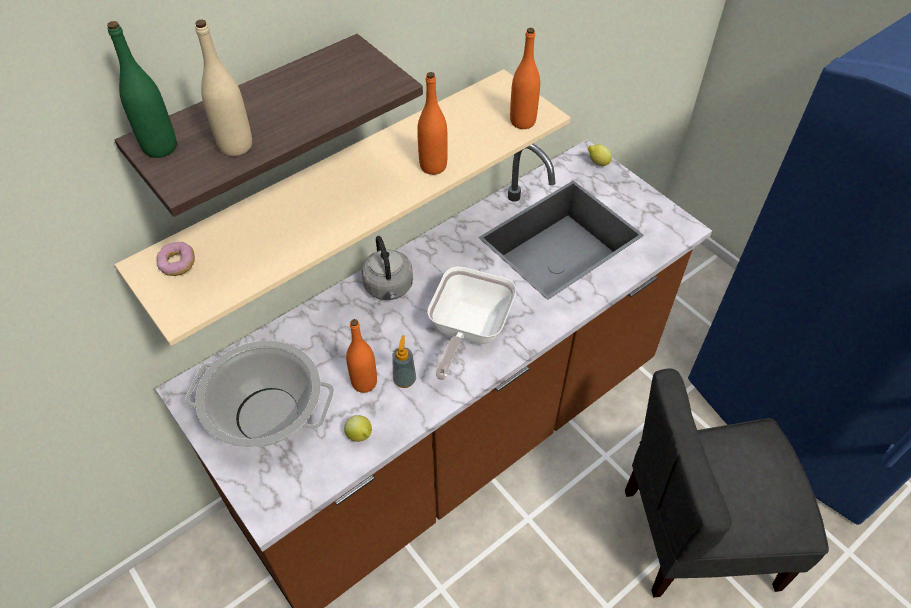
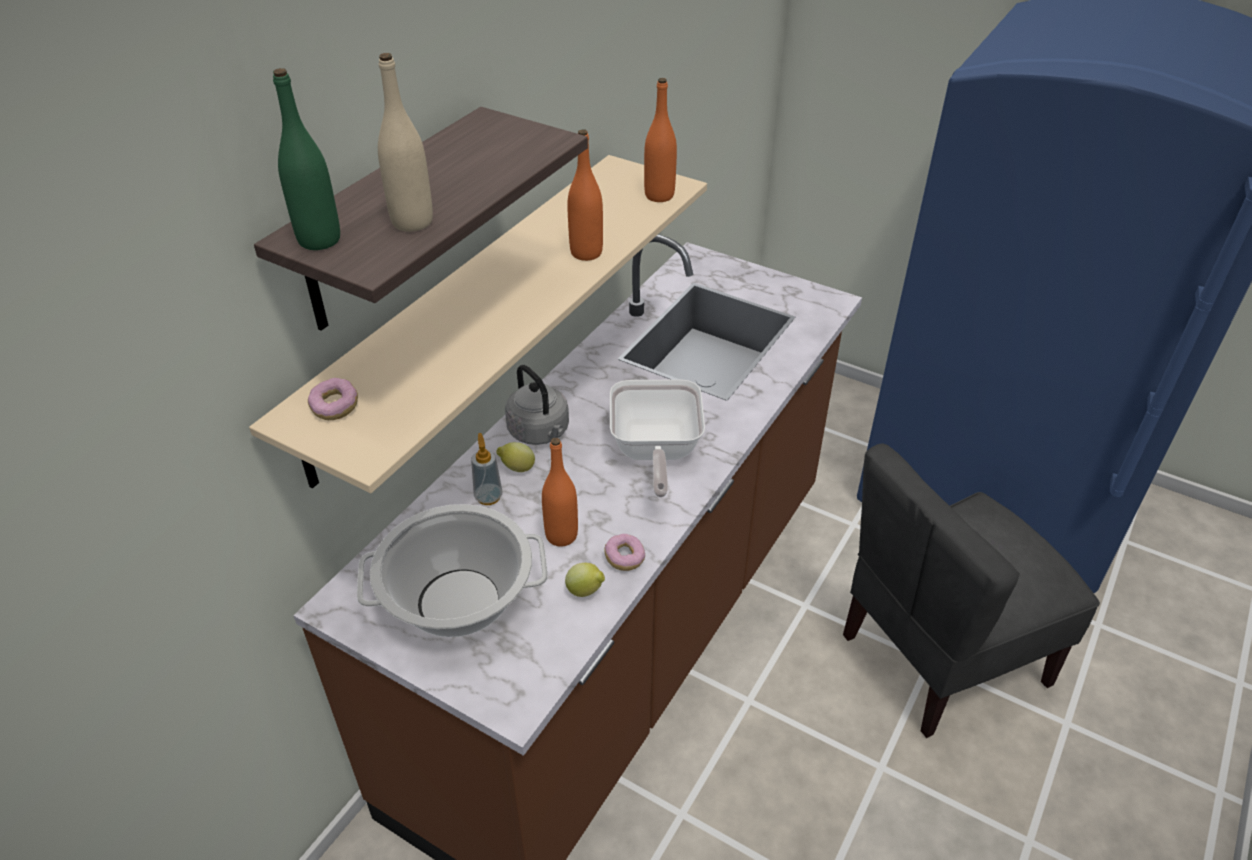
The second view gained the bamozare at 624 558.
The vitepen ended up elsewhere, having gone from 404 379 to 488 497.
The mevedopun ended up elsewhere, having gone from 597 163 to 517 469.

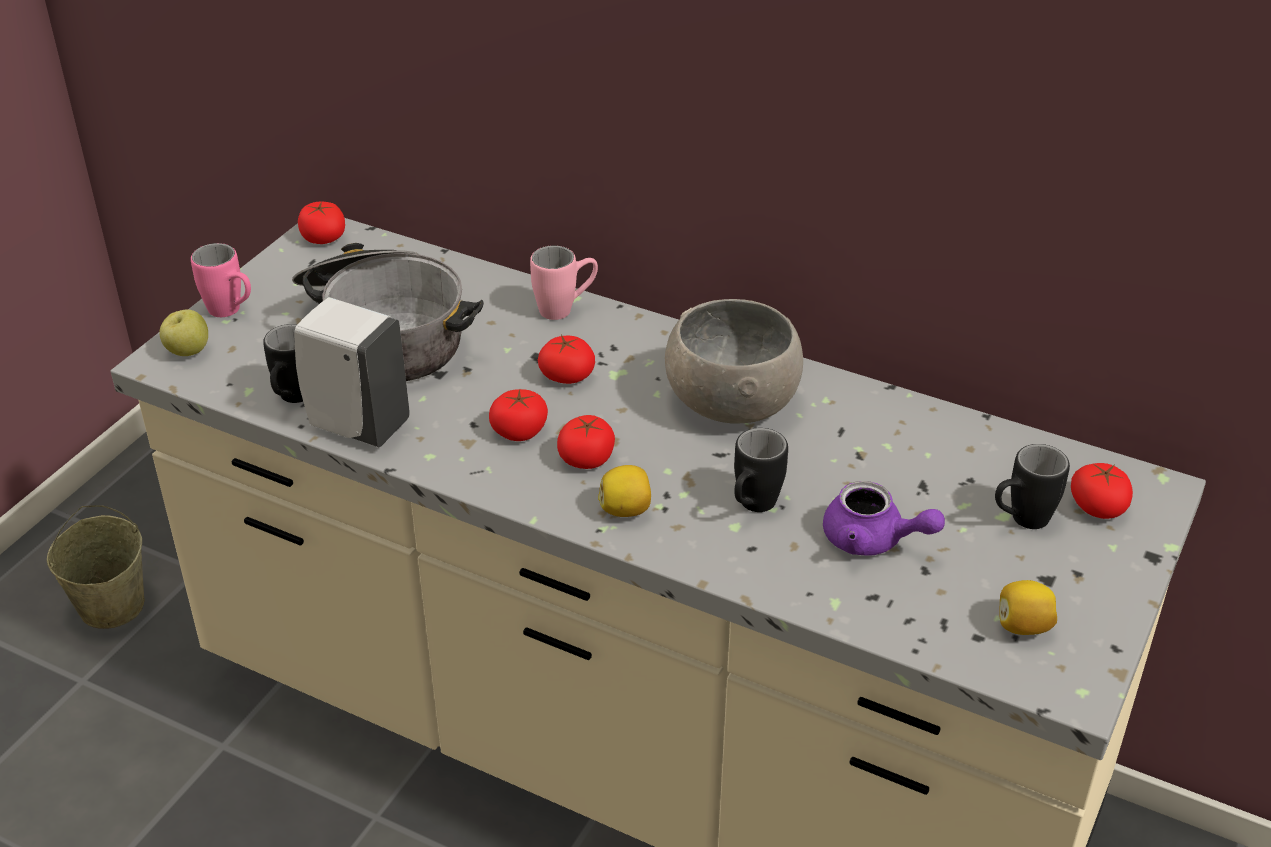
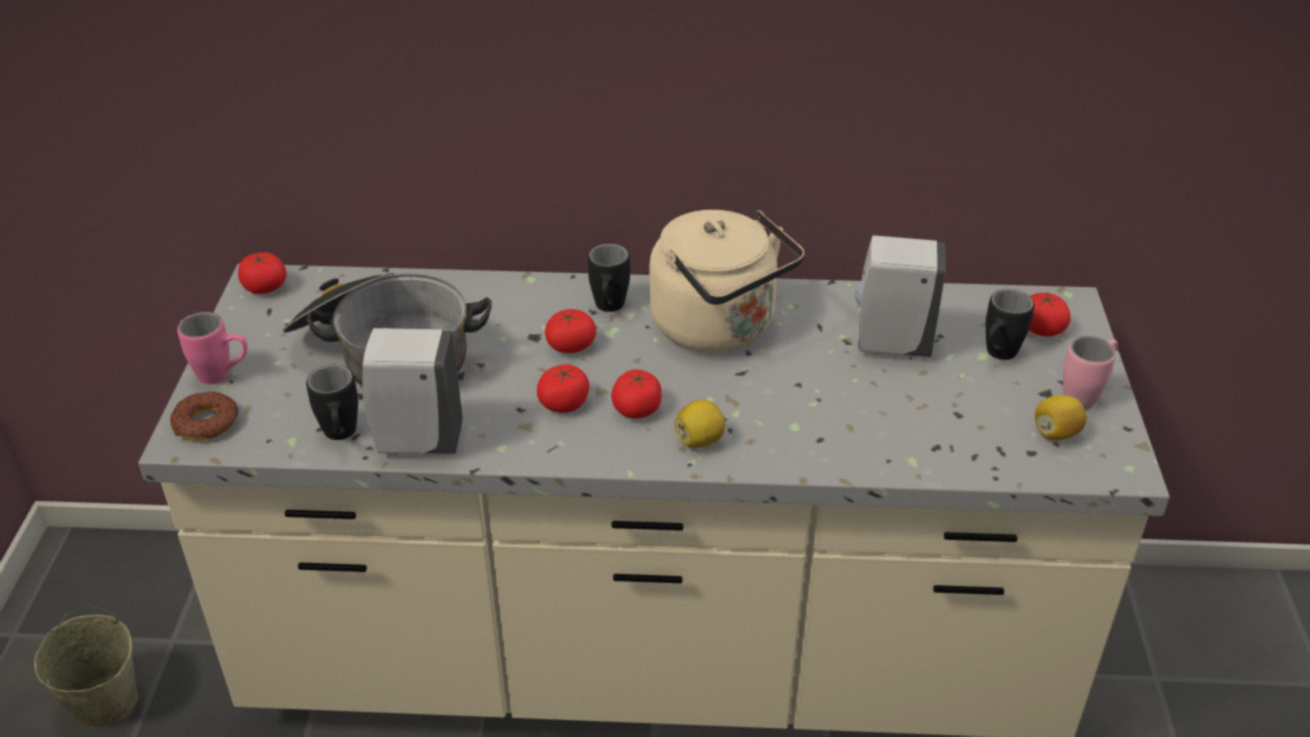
The second view lost the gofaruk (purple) at 873 540.
The second view gained the vitepen (white) at 889 344.
The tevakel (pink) ended up elsewhere, having gone from 565 309 to 1085 394.
The tevakel (black) ended up elsewhere, having gone from 752 508 to 608 309.
Where the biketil stood at 188 352, the bamozare came to stand at 206 423.
Where the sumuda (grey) stood at 731 401, the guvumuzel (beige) came to stand at 719 328.

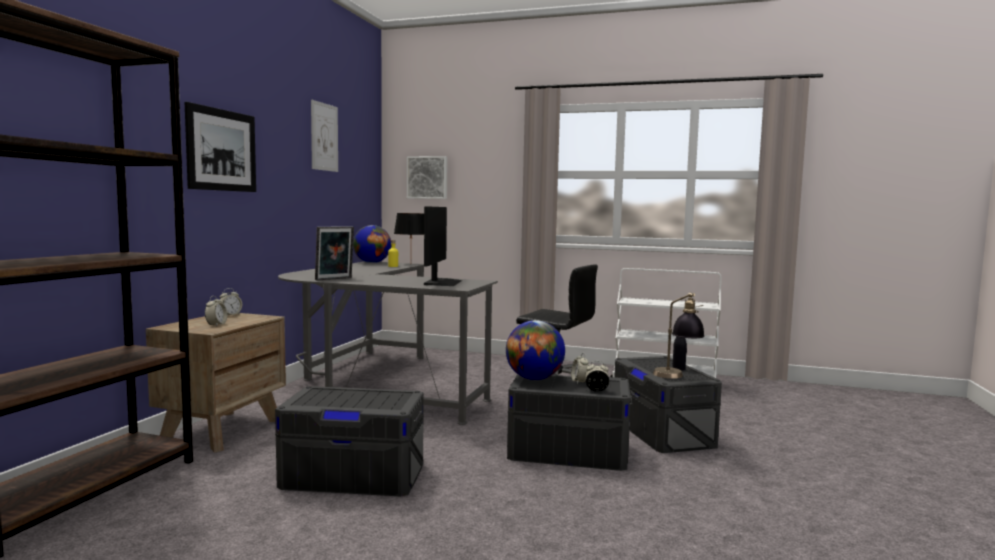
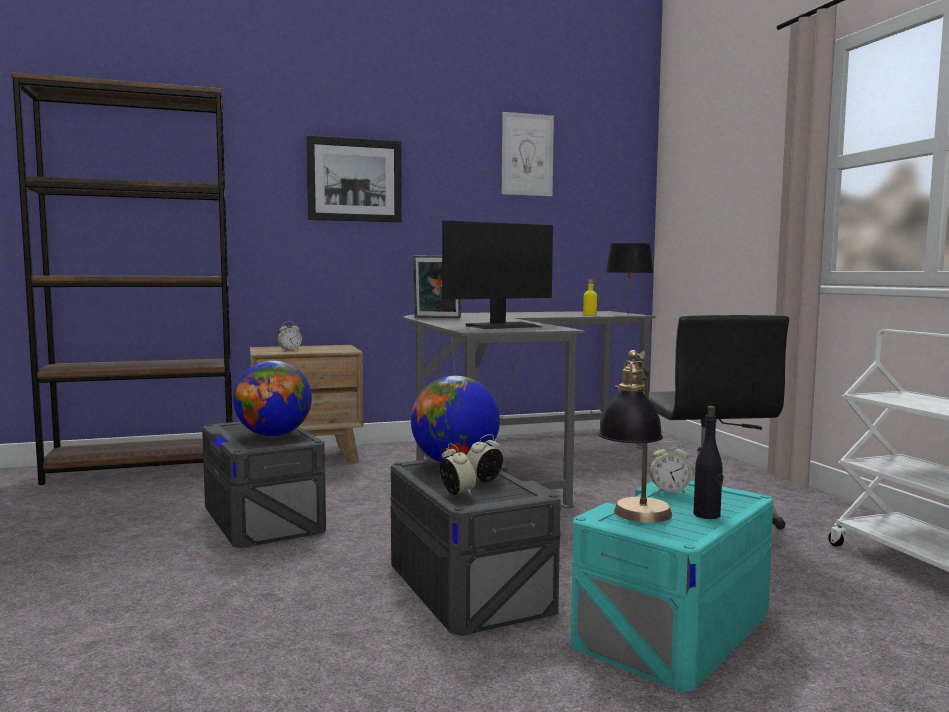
The second view lost the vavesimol at 427 177.
The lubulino ended up elsewhere, having gone from 230 315 to 669 491.
The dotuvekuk ended up elsewhere, having gone from 372 263 to 273 435.
What was the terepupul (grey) at 662 431 turned into the terepupul (turquoise) at 673 628.

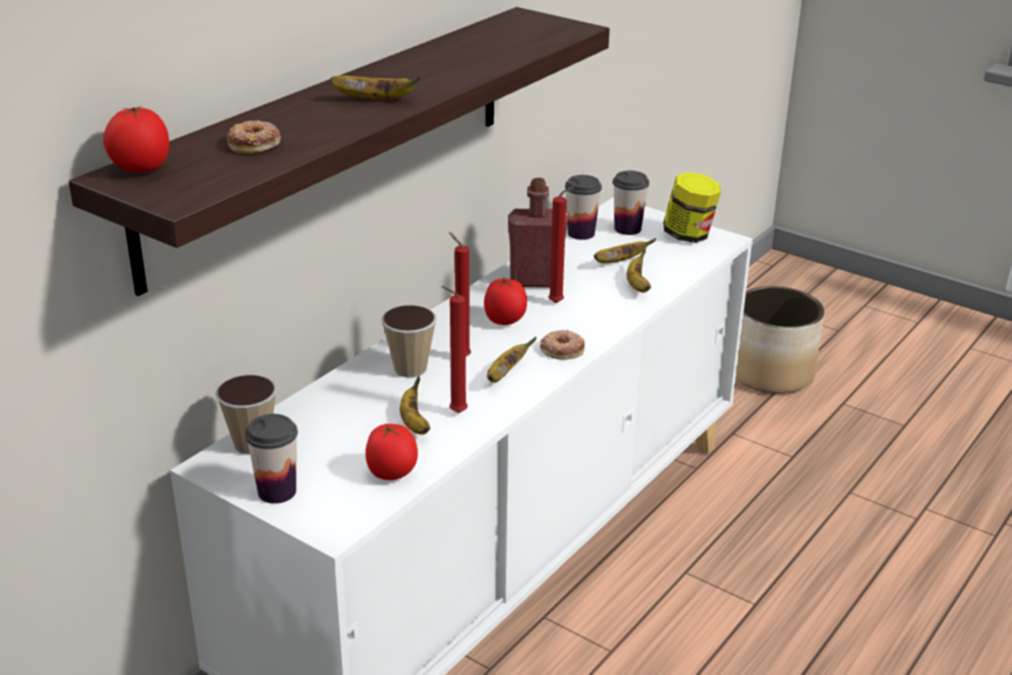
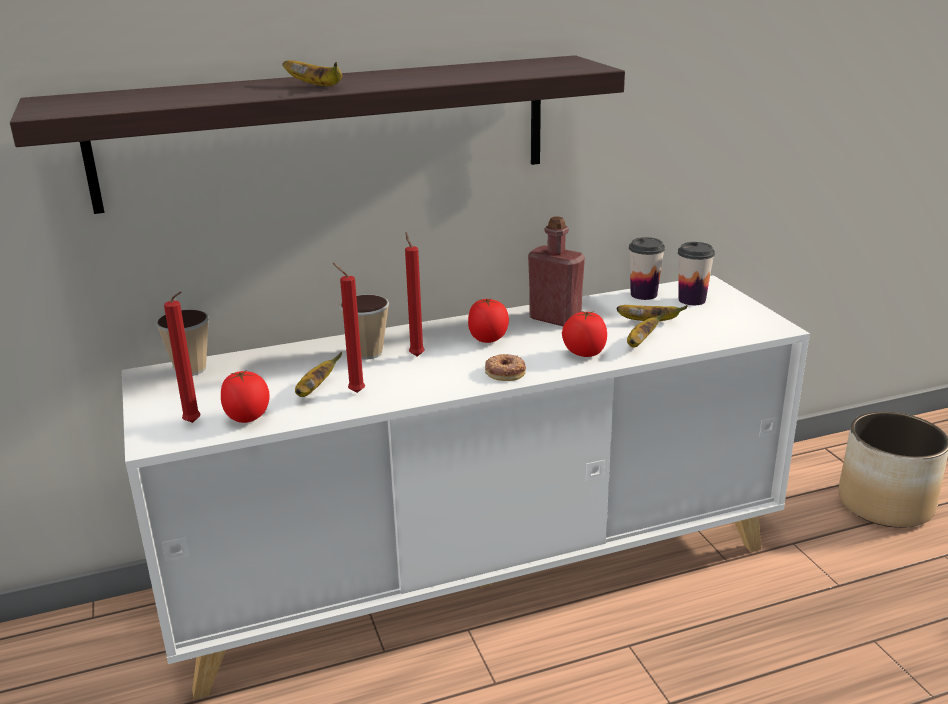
The second view lost the bamozare at 254 143.
The second view lost the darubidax at 277 491.
The second view lost the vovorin at 505 374.
The second view lost the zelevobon at 689 235.
The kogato ended up elsewhere, having gone from 140 169 to 583 354.
The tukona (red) ended up elsewhere, having gone from 558 303 to 194 423.

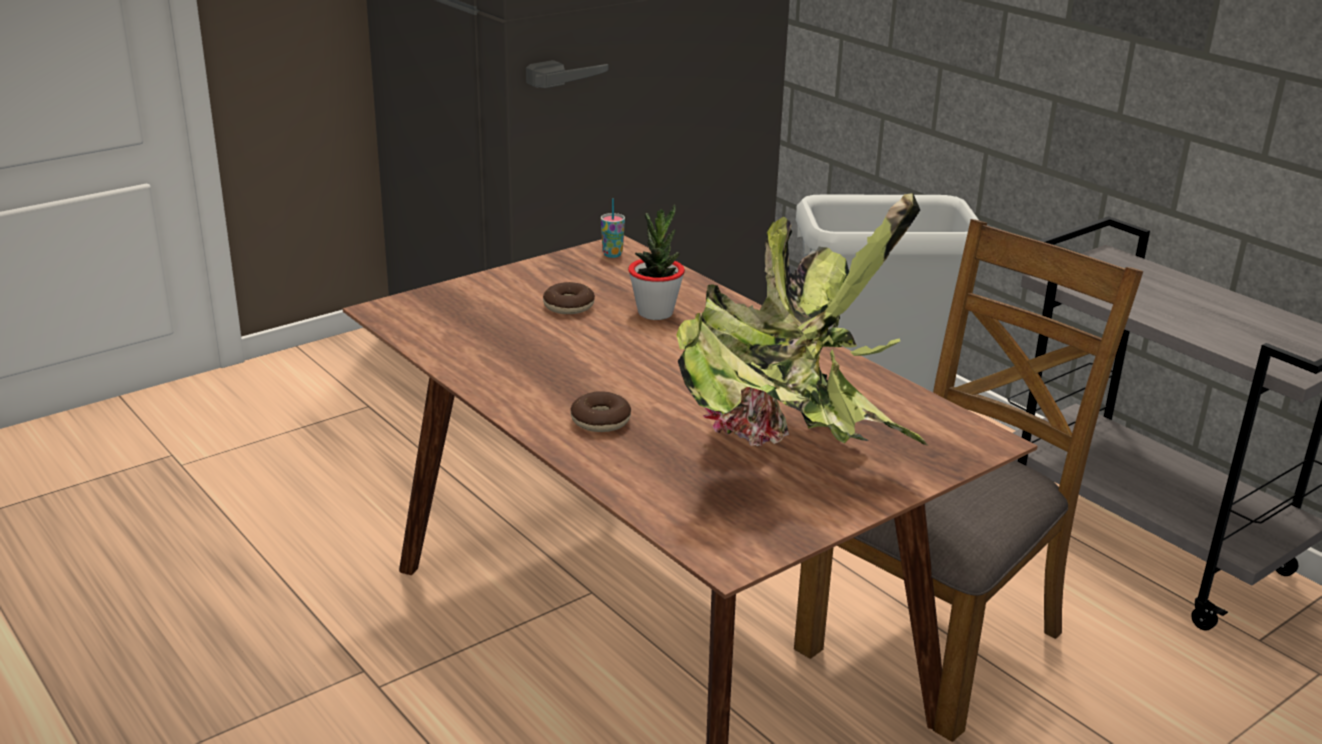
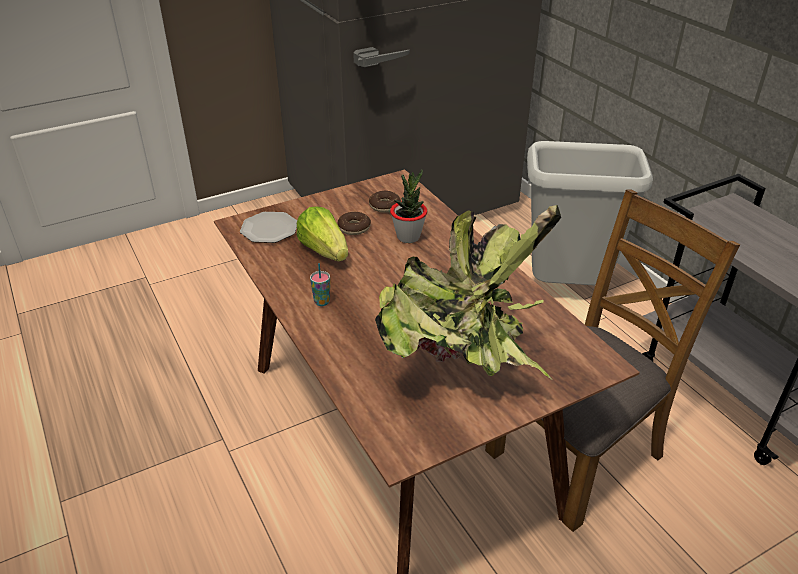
The second view gained the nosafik at 269 229.
The second view gained the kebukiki at 324 251.
The bamozare ended up elsewhere, having gone from 600 421 to 384 206.
The darubidax ended up elsewhere, having gone from 612 254 to 322 302.

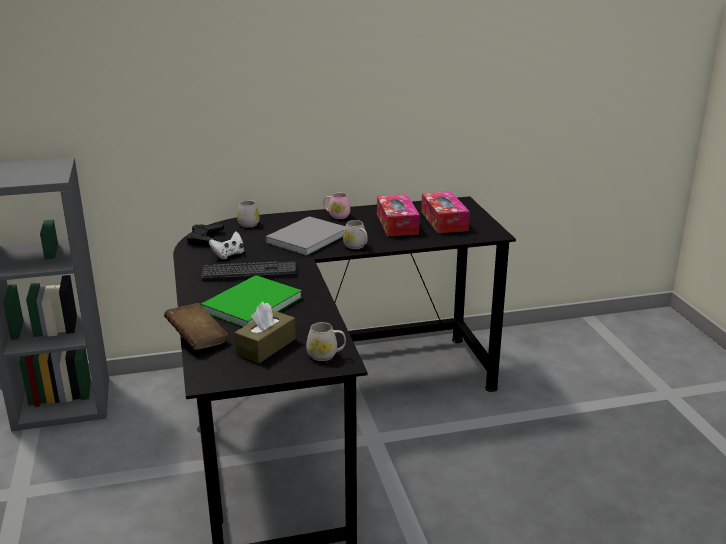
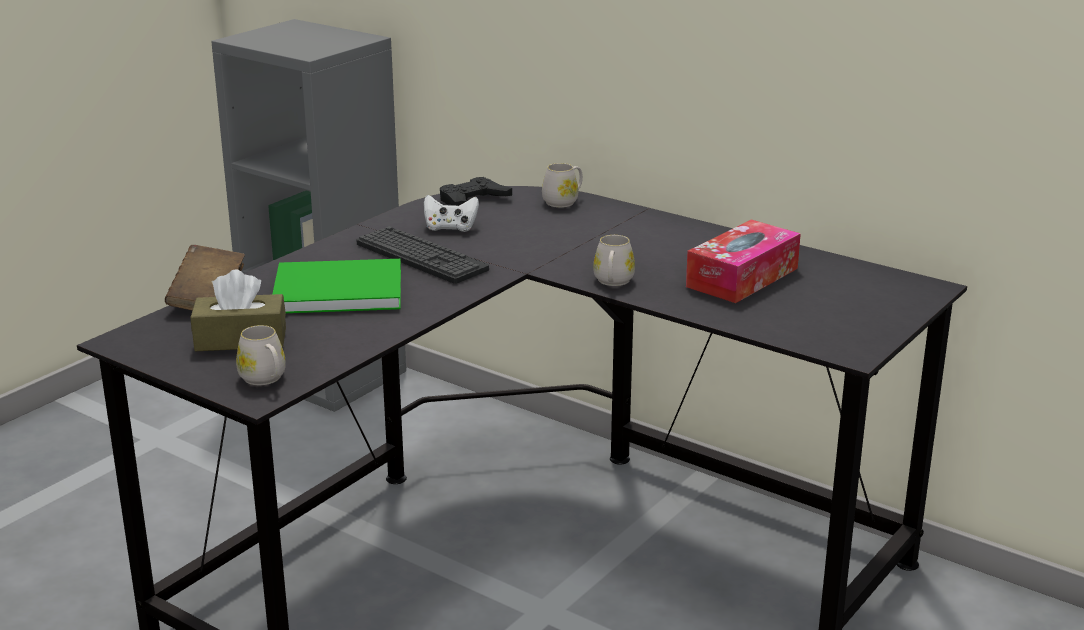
The second view lost the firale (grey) at 304 238.
The second view lost the tevakel (pink) at 336 215.
The second view lost the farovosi at 444 221.

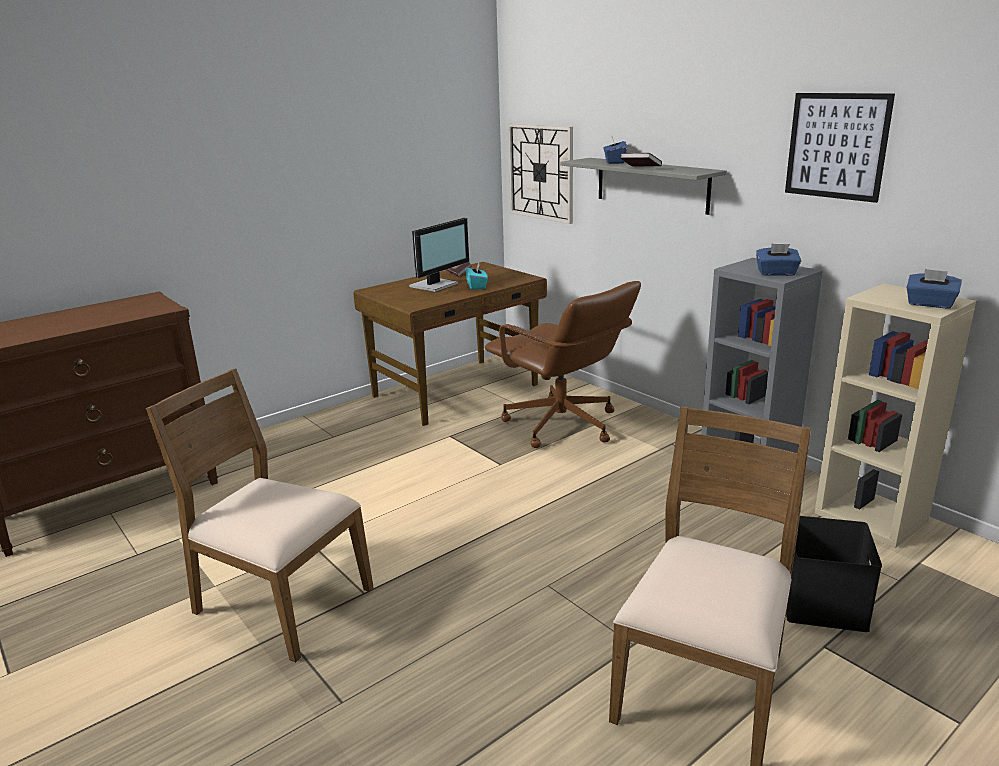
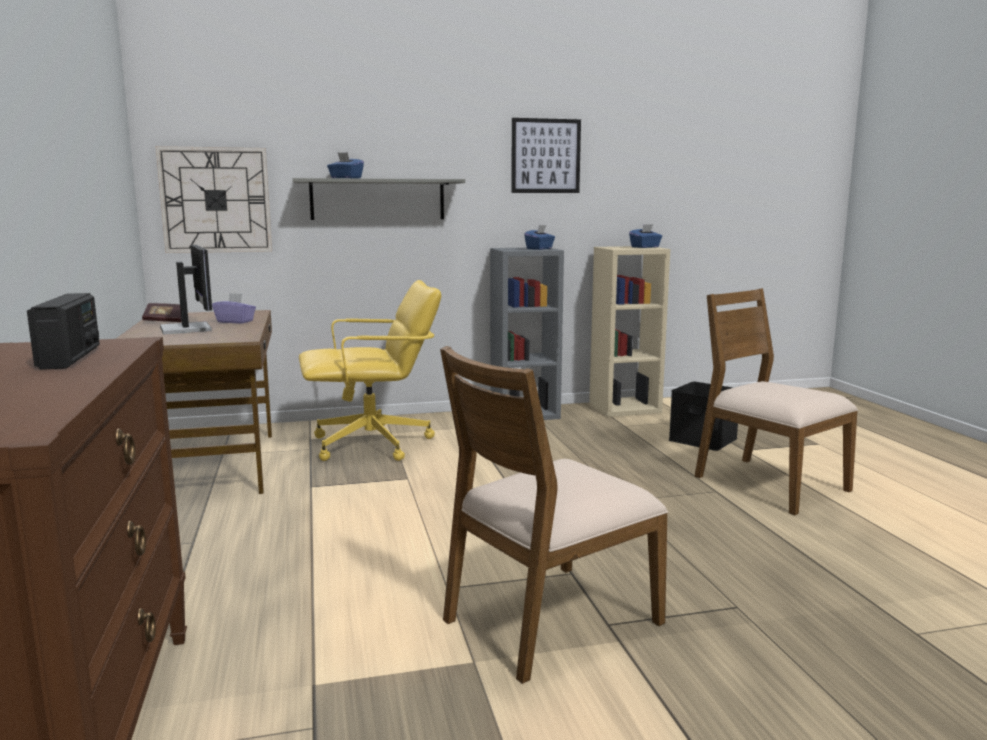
The second view lost the firale at 640 168.
The second view gained the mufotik at 70 357.
What was the farovosi (turquoise) at 477 286 turned into the farovosi (purple) at 235 321.
What was the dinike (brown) at 561 425 turned into the dinike (yellow) at 373 444.

